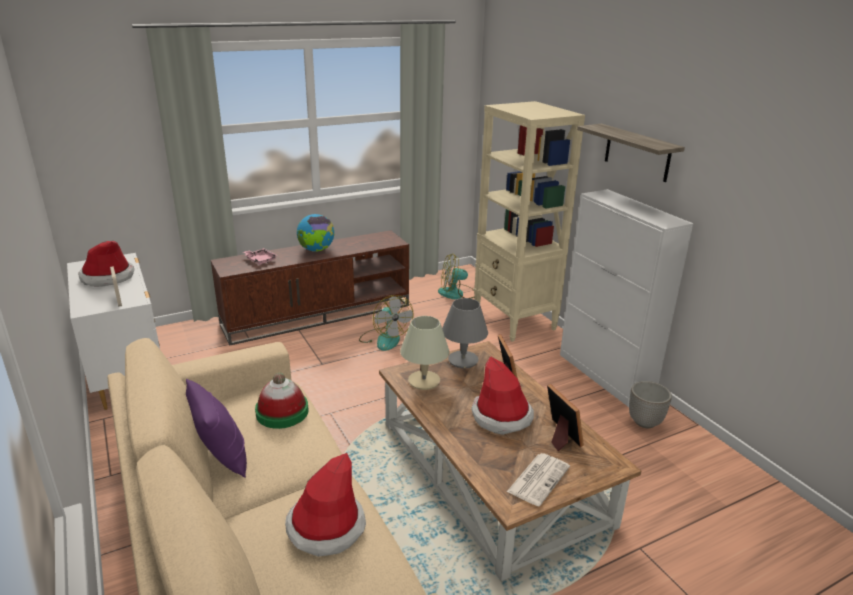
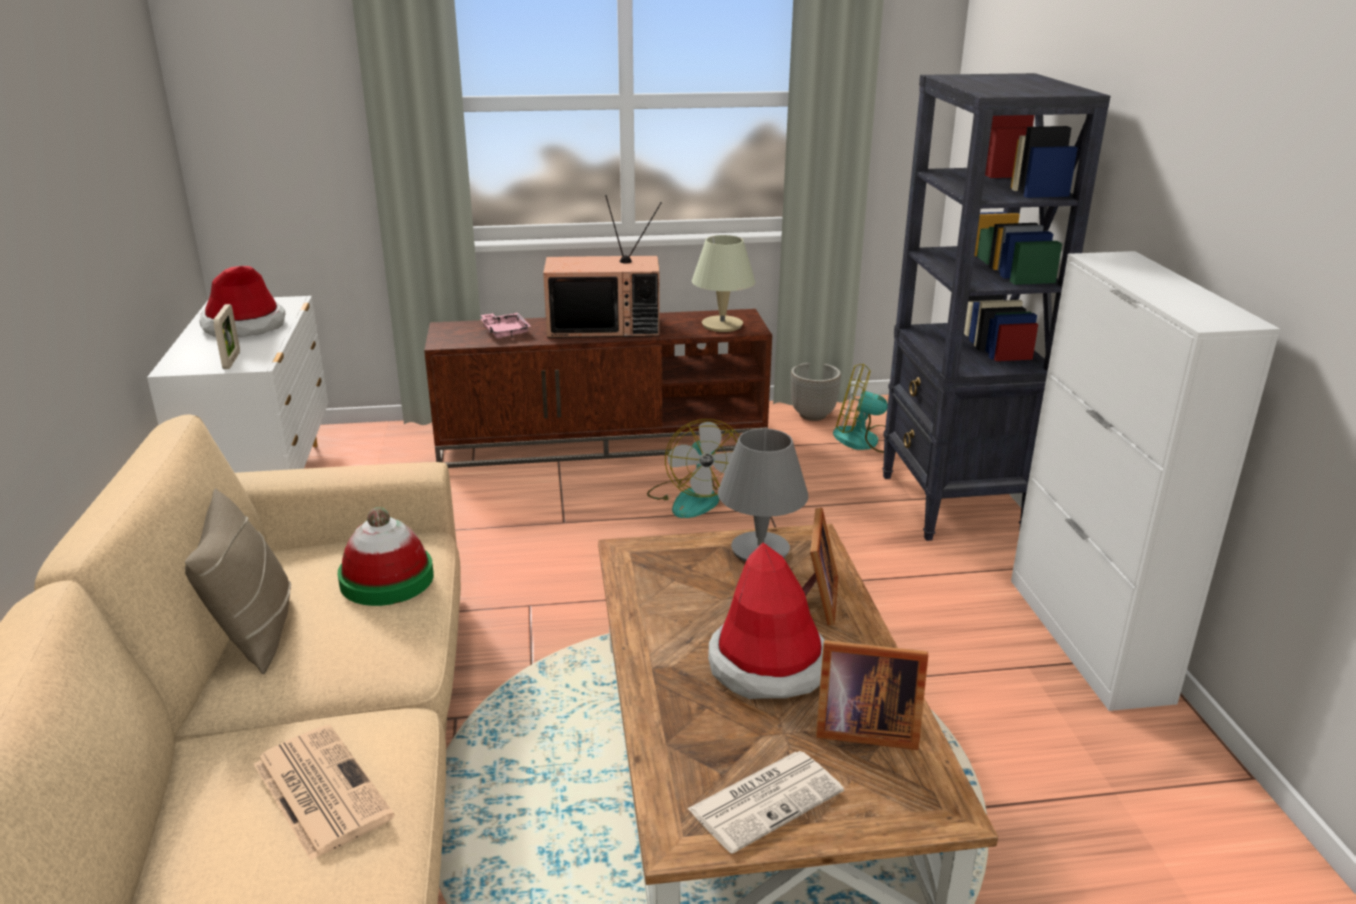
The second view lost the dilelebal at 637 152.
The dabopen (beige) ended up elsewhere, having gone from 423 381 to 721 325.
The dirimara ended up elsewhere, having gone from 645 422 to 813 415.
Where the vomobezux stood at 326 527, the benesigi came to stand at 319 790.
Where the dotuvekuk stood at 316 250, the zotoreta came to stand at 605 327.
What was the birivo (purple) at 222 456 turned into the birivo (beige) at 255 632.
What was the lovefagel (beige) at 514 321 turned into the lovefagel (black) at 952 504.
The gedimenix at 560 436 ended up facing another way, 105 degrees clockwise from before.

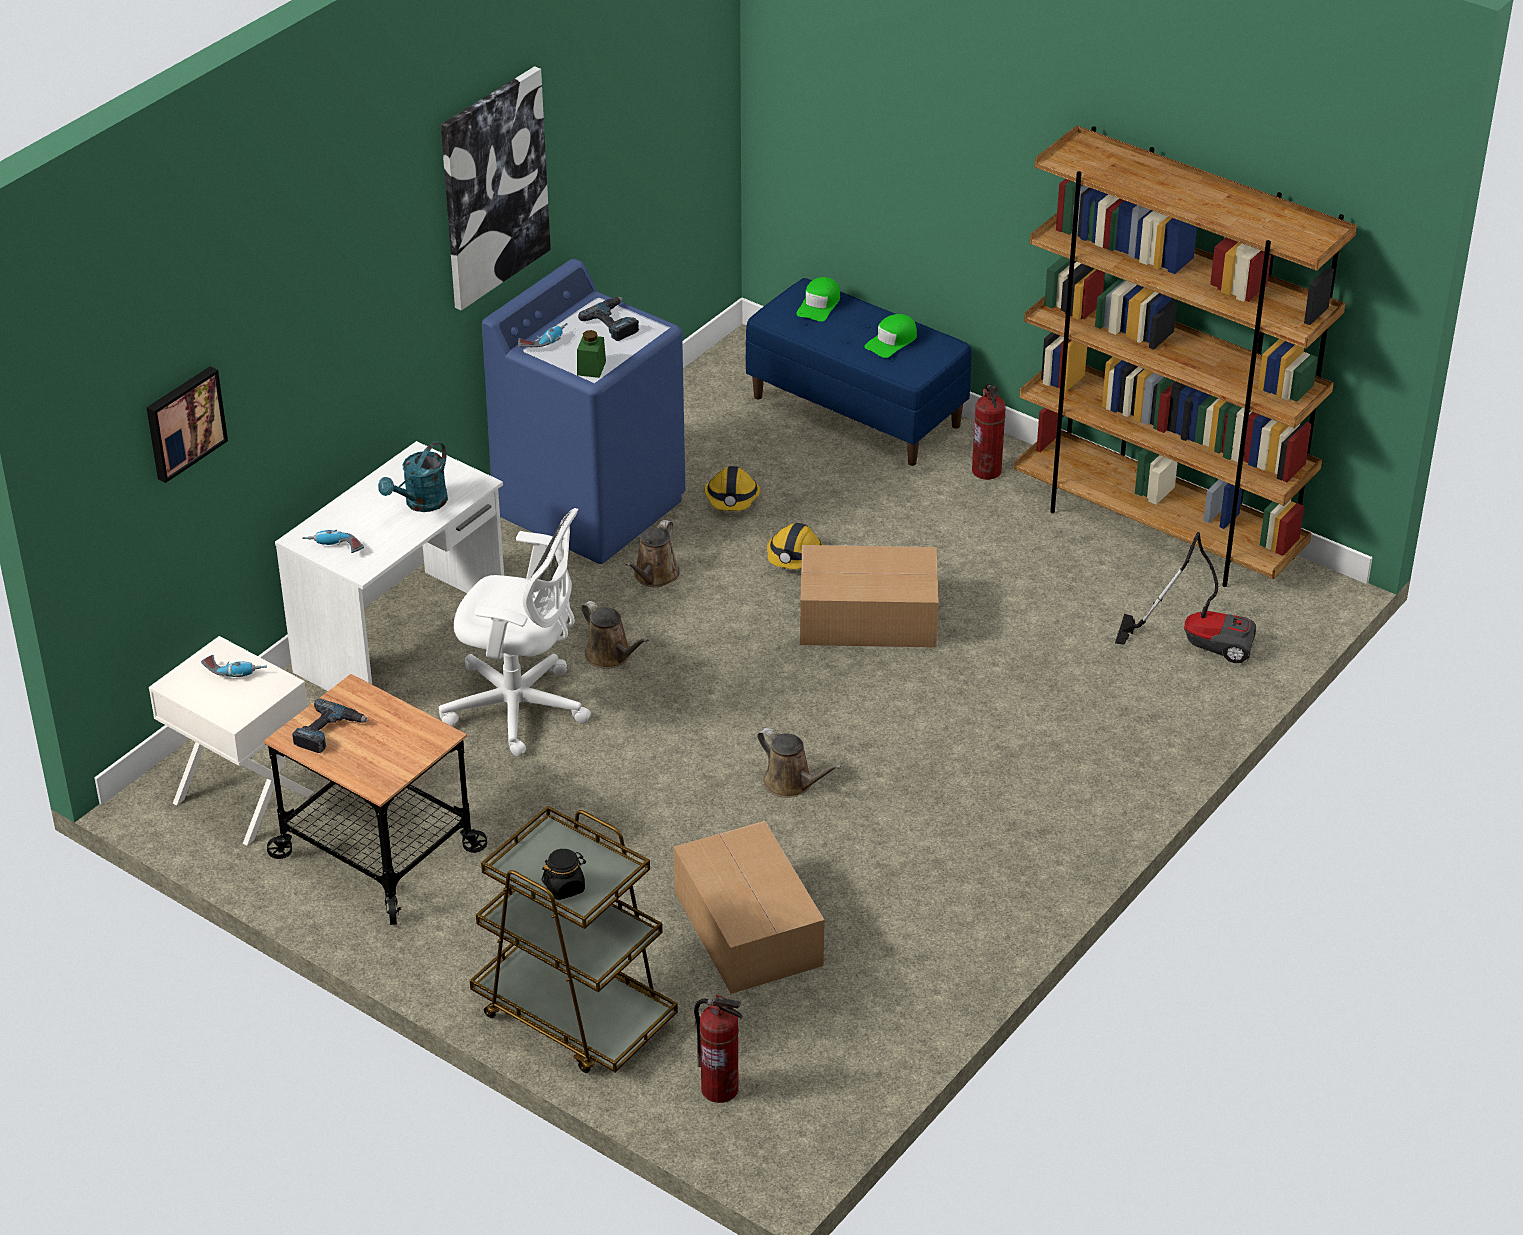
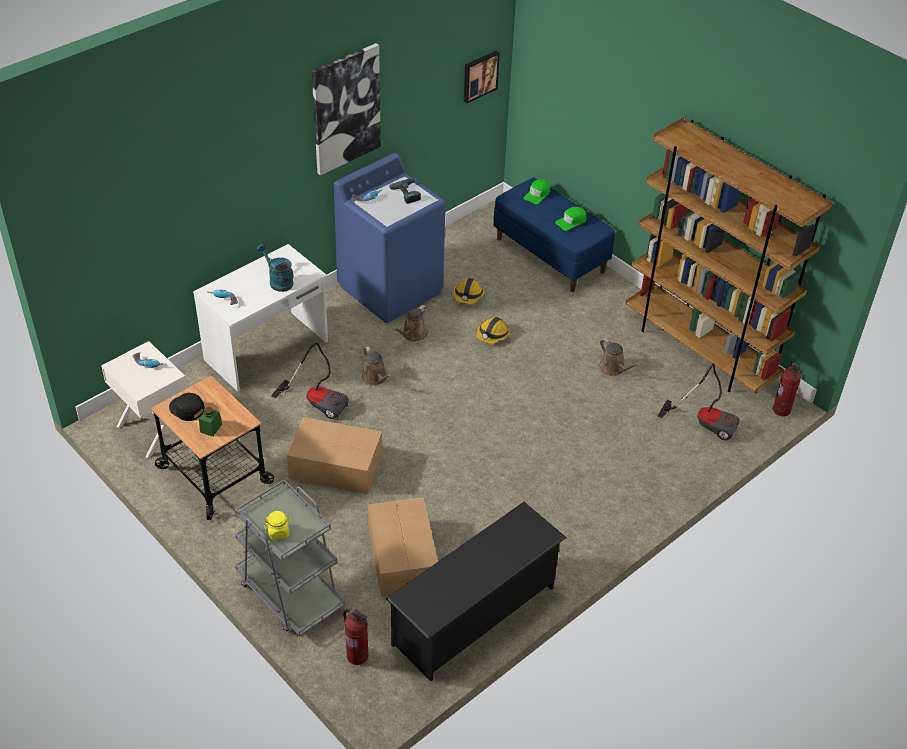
The second view gained the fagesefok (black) at 474 616.
The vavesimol ended up elsewhere, having gone from 184 422 to 479 76.
The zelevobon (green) ended up elsewhere, having gone from 591 368 to 211 428.
The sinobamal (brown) ended up elsewhere, having gone from 791 783 to 613 369.
The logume ended up elsewhere, having gone from 870 618 to 337 467.
The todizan ended up elsewhere, having gone from 987 471 to 781 410.
Where the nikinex stood at 329 732, the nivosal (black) came to stand at 187 409.
Where the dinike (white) stood at 521 709, the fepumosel came to stand at 318 401.
What was the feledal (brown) at 573 1015 turned into the feledal (grey) at 290 593.
What was the zelevobon (black) at 564 887 turned into the zelevobon (yellow) at 278 532.
The sinobamal (turquoise) at 421 504 ended up facing another way, 90 degrees clockwise from before.

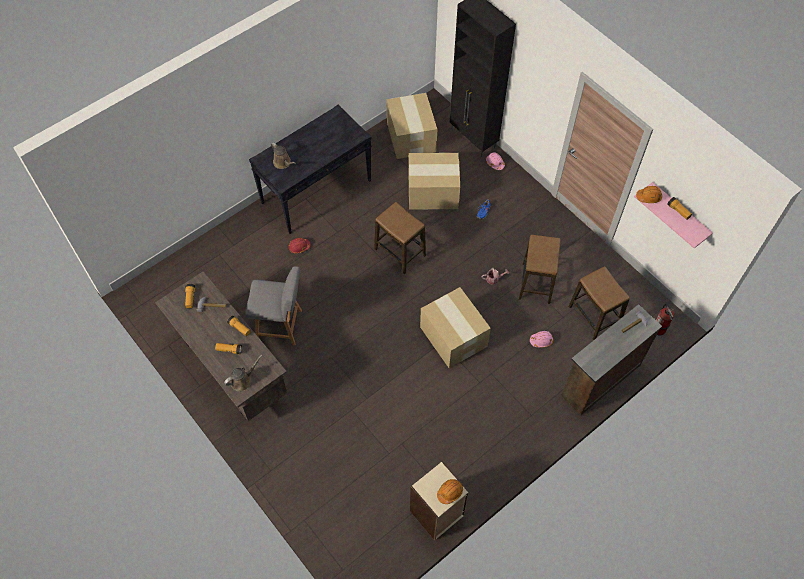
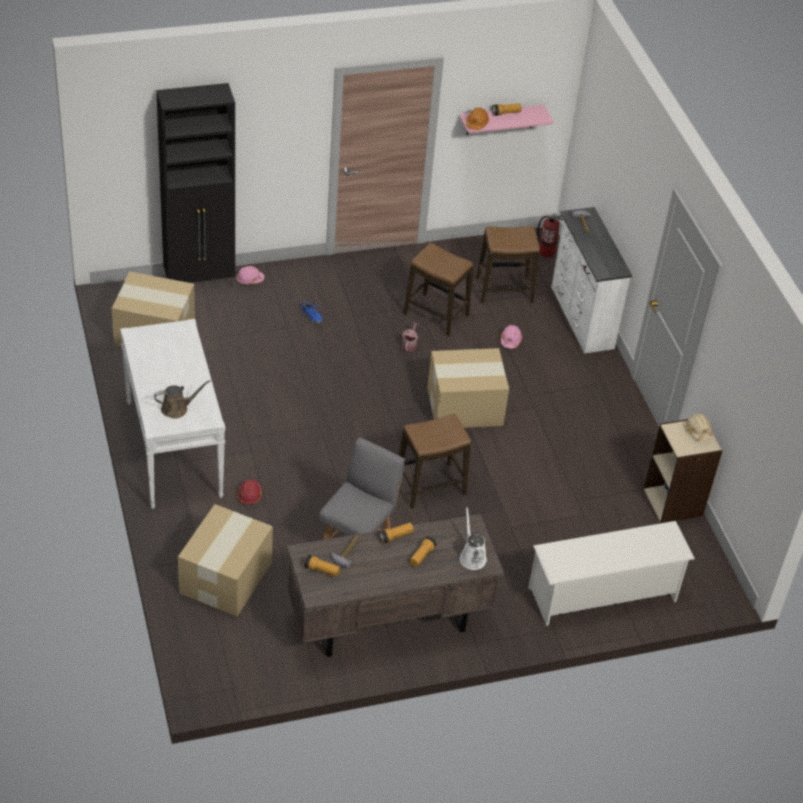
The second view gained the fagesefok (white) at 603 595.
The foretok ended up elsewhere, having gone from 399 252 to 430 486.
The logume ended up elsewhere, having gone from 432 191 to 224 578.
What was the sinobamal (brown) at 243 380 turned into the sinobamal (white) at 472 556.
What was the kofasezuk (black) at 316 191 turned into the kofasezuk (white) at 173 448.
What was the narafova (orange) at 450 492 turned into the narafova (beige) at 698 431.
What was the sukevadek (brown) at 599 379 turned into the sukevadek (white) at 581 318.

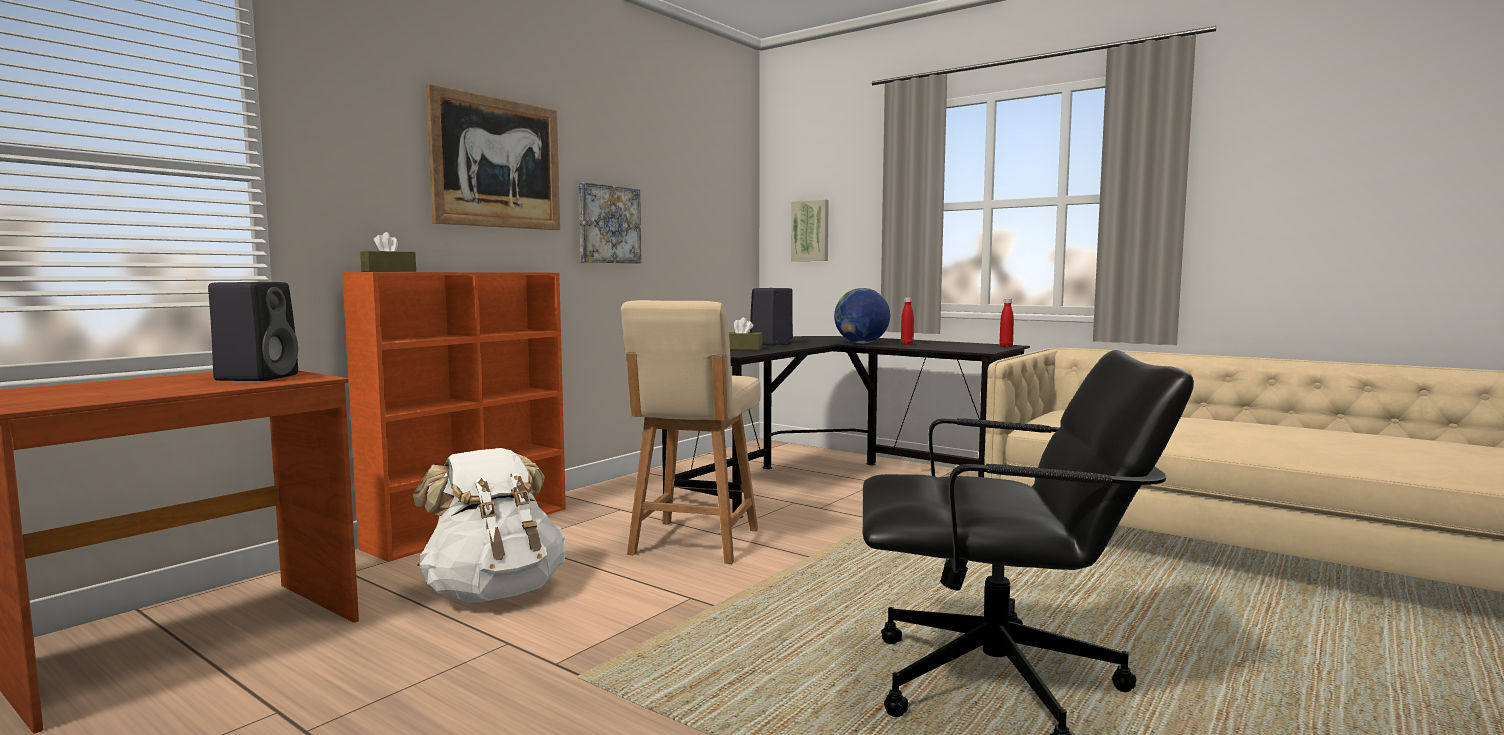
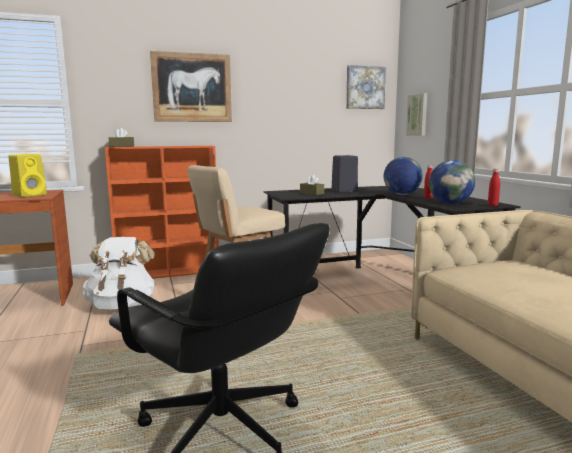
The second view gained the dotuvekuk at 450 203.
The vavesimol ended up elsewhere, having gone from 608 224 to 365 87.
What was the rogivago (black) at 258 377 turned into the rogivago (yellow) at 30 195.

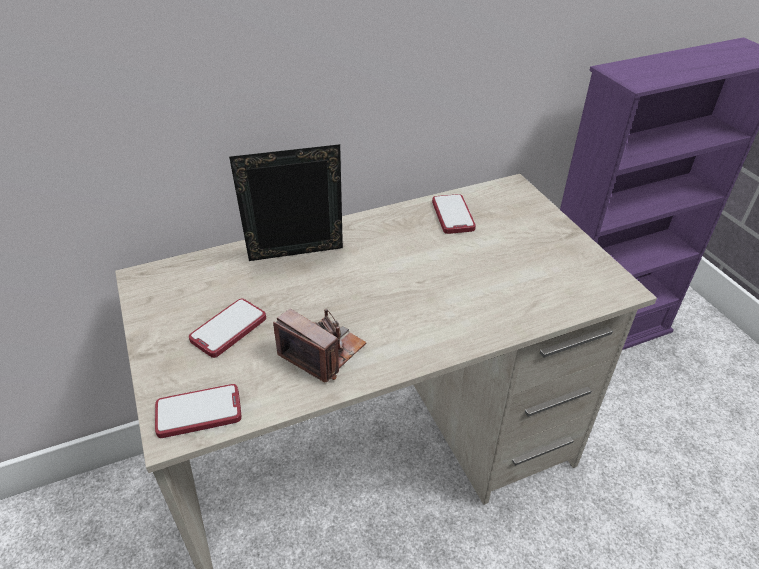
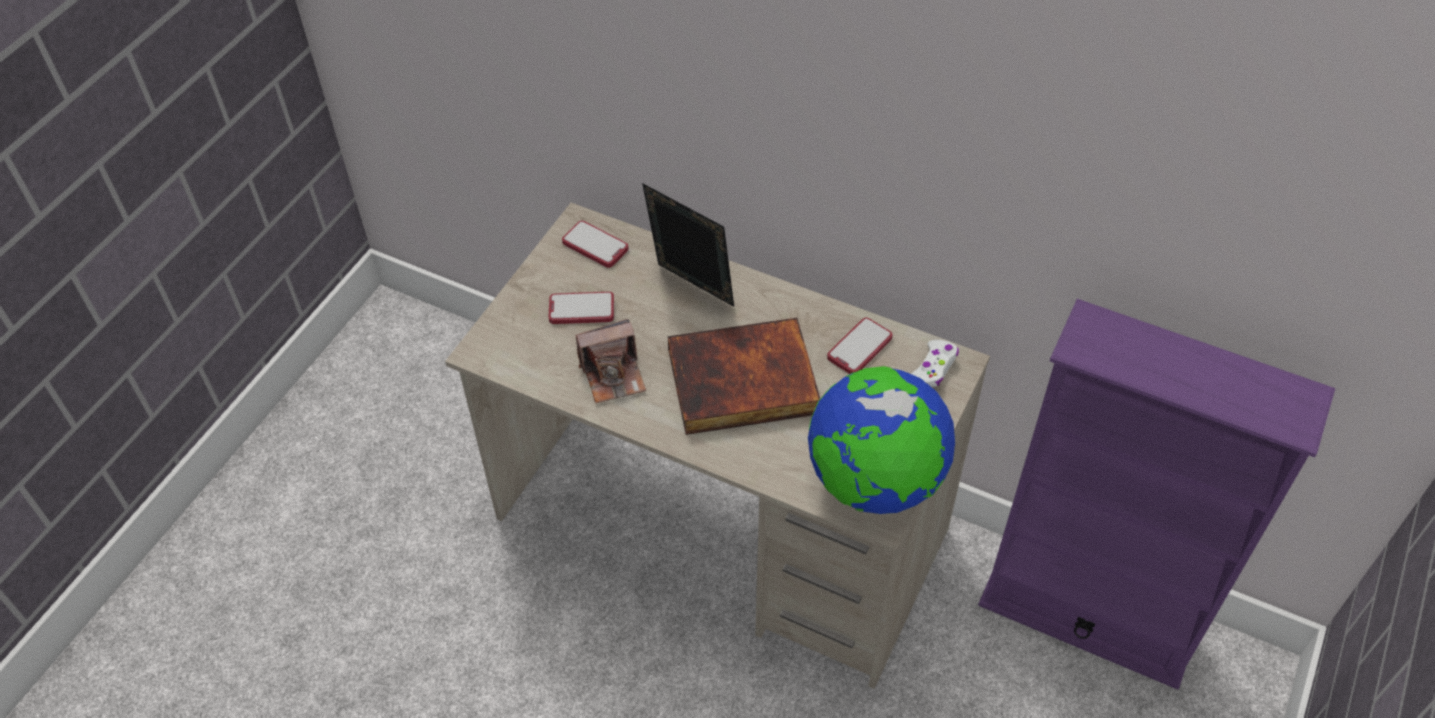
The second view gained the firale at 742 384.
The second view gained the dotuvekuk at 874 481.
The second view gained the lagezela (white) at 932 369.
The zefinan ended up elsewhere, having gone from 199 412 to 595 245.
The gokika at 322 351 ended up facing another way, 75 degrees clockwise from before.

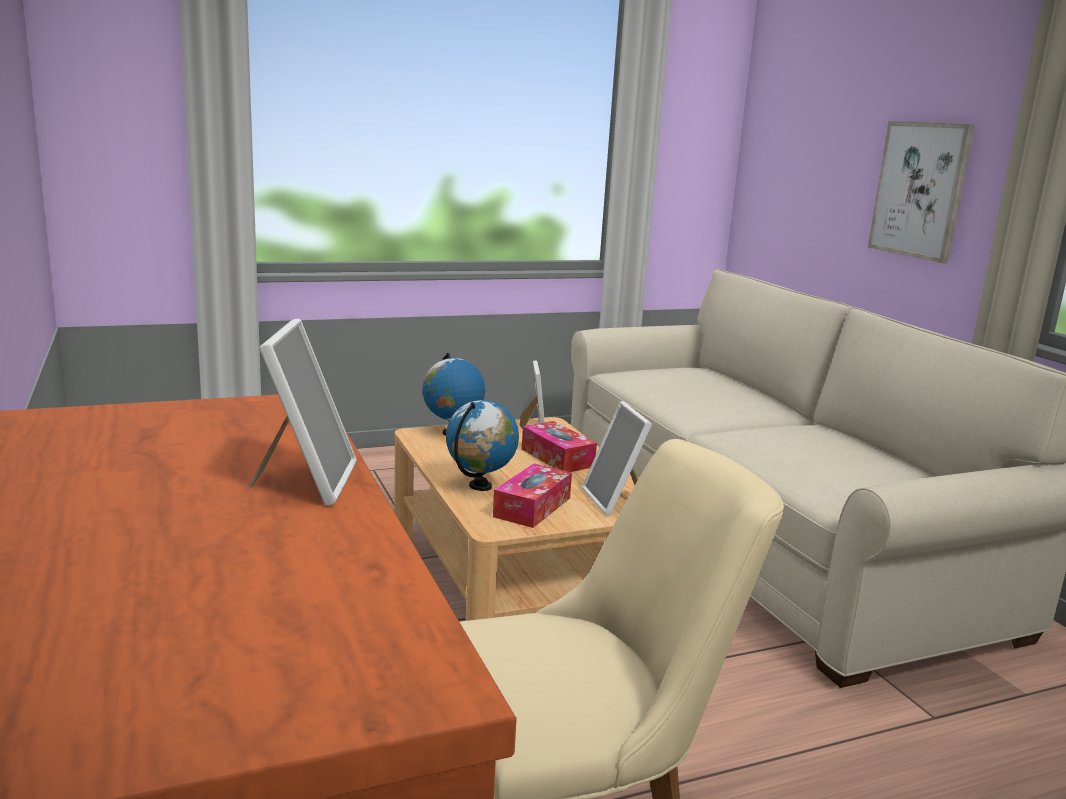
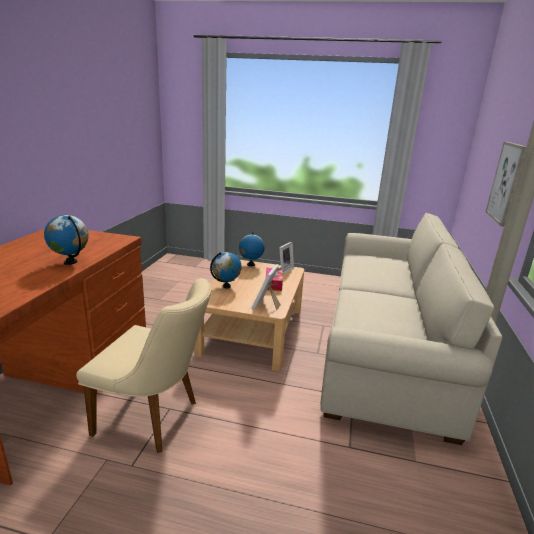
The second view lost the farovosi at 532 507.
Where the gedimenix stood at 305 481, the dotuvekuk came to stand at 70 262.

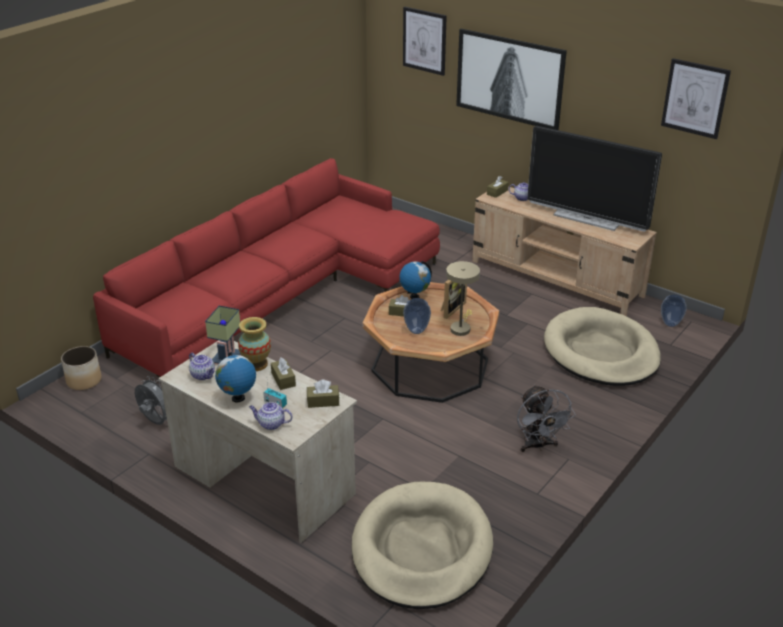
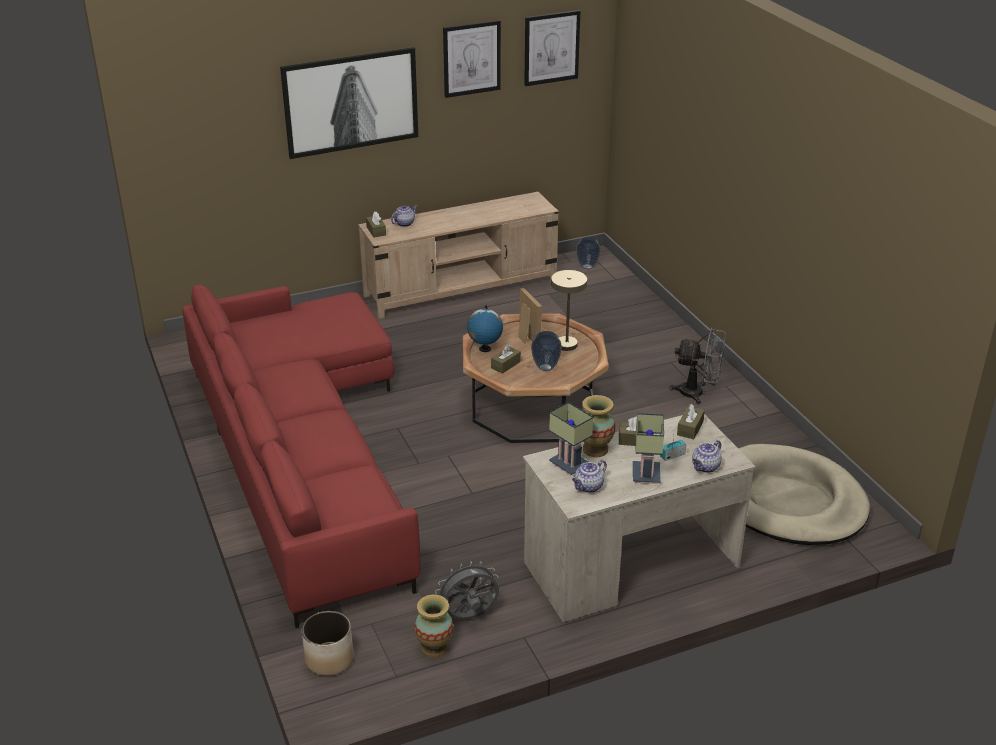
The second view lost the zotoreta at 587 219.
The second view lost the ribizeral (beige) at 601 352.
The second view gained the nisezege at 434 648.
The vavesimol ended up elsewhere, having gone from 424 40 to 471 58.
Where the dotuvekuk stood at 238 398, the dabopen came to stand at 647 476.
The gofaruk at 203 375 ended up facing another way, 150 degrees clockwise from before.

